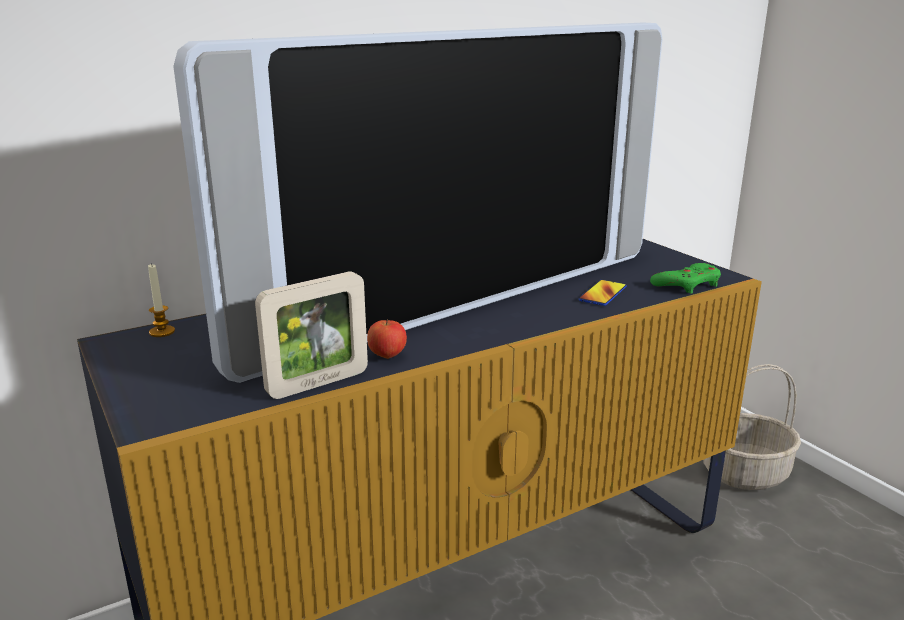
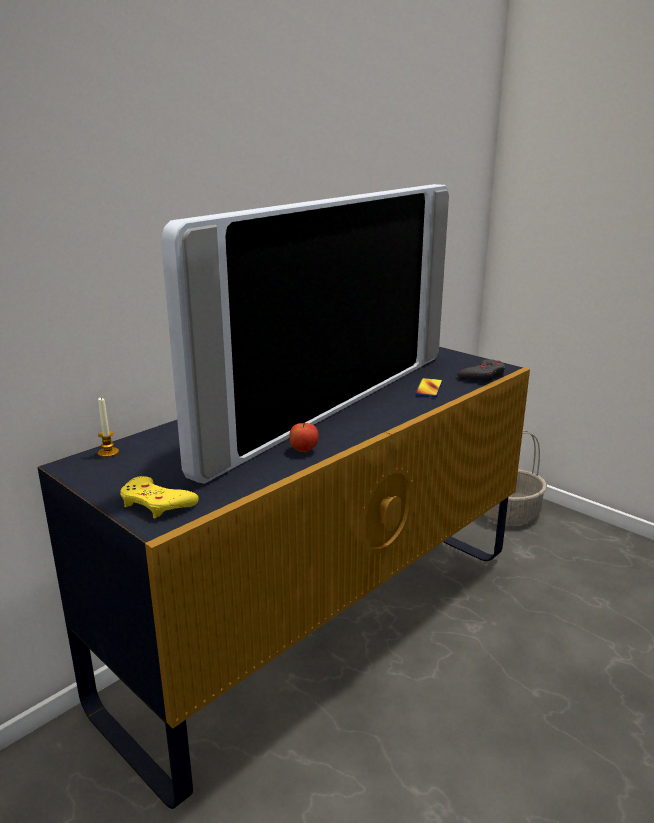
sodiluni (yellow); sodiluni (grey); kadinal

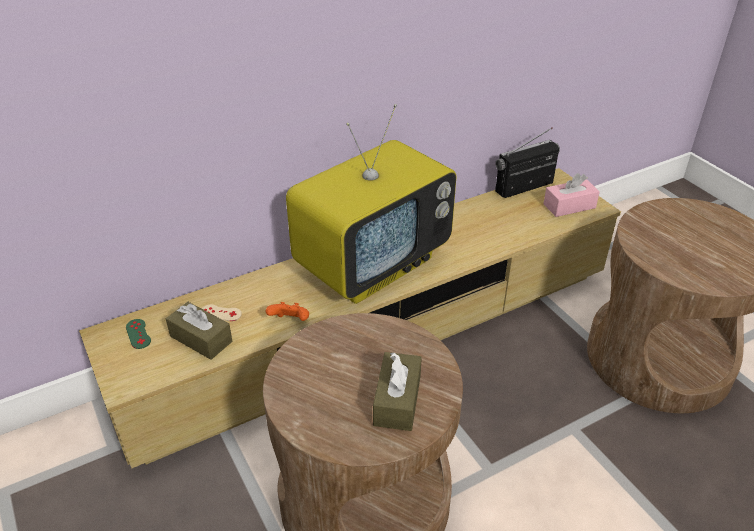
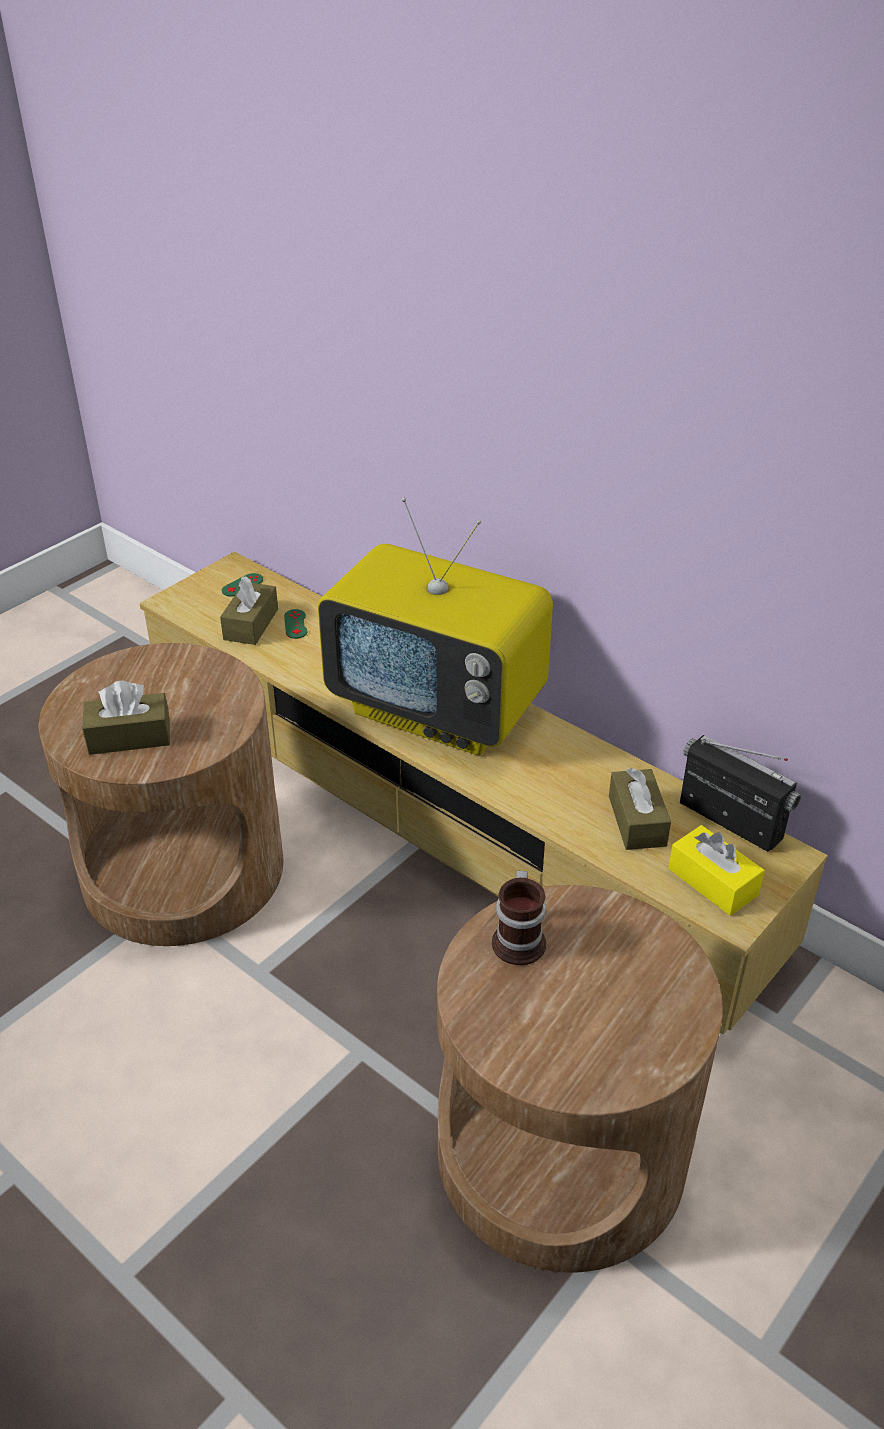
sodiluni (green) (2nd from left); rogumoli; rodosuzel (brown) (3rd from left); rodosuzel (yellow); sodiluni (orange)

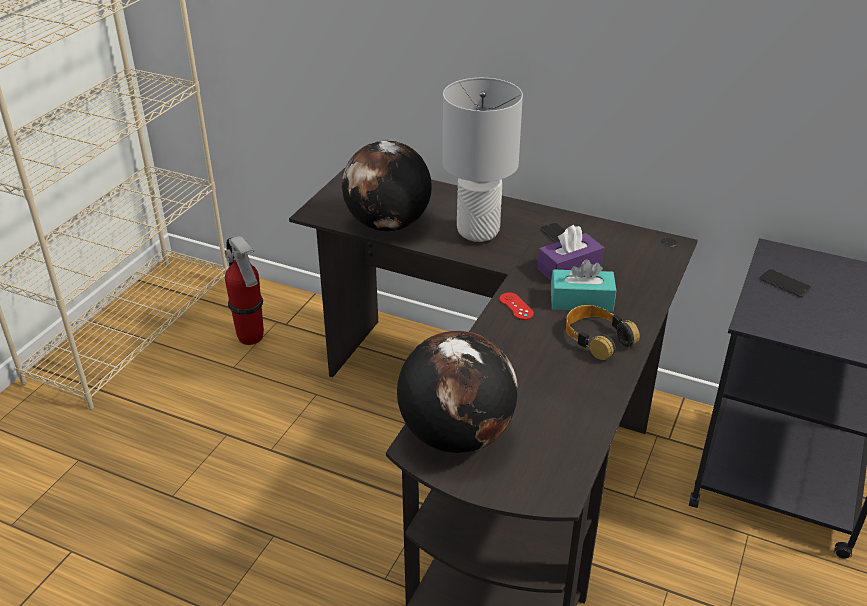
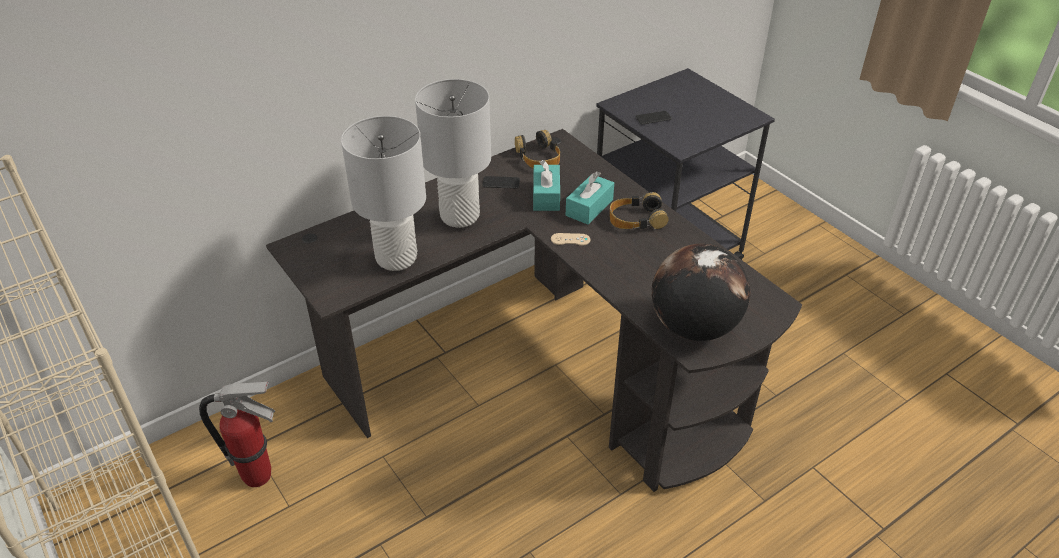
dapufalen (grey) (1st from left); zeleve (1st from left); rodosuzel (turquoise) (1st from left); sodiluni (beige)

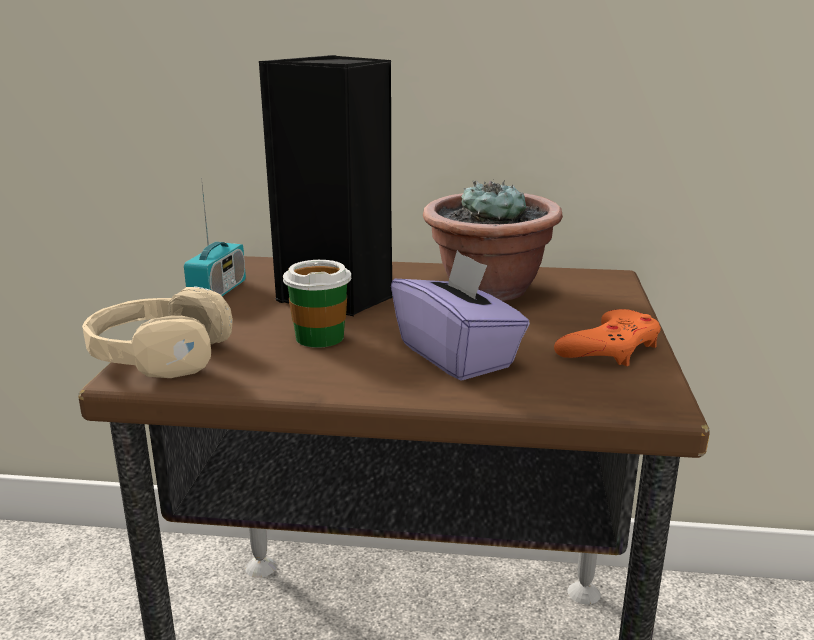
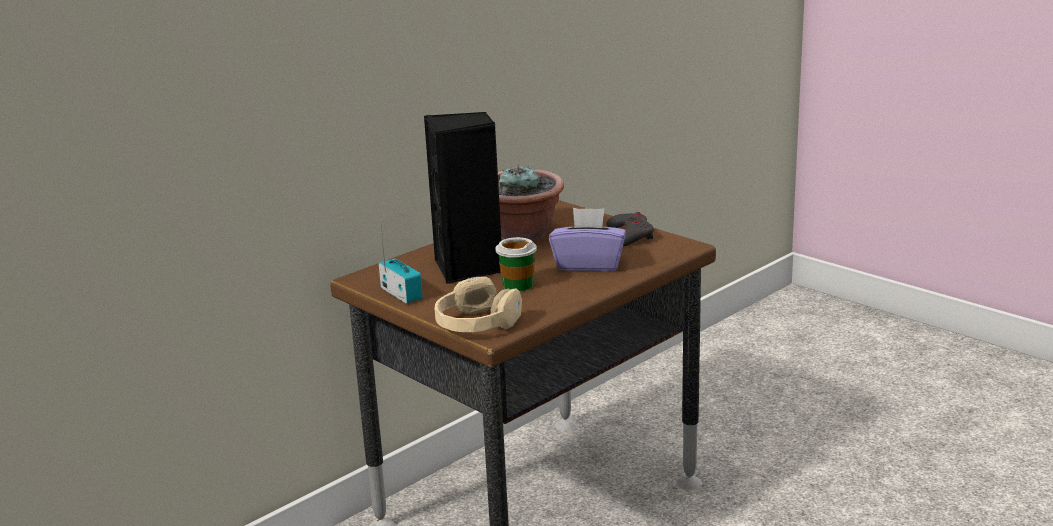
sodiluni (grey)

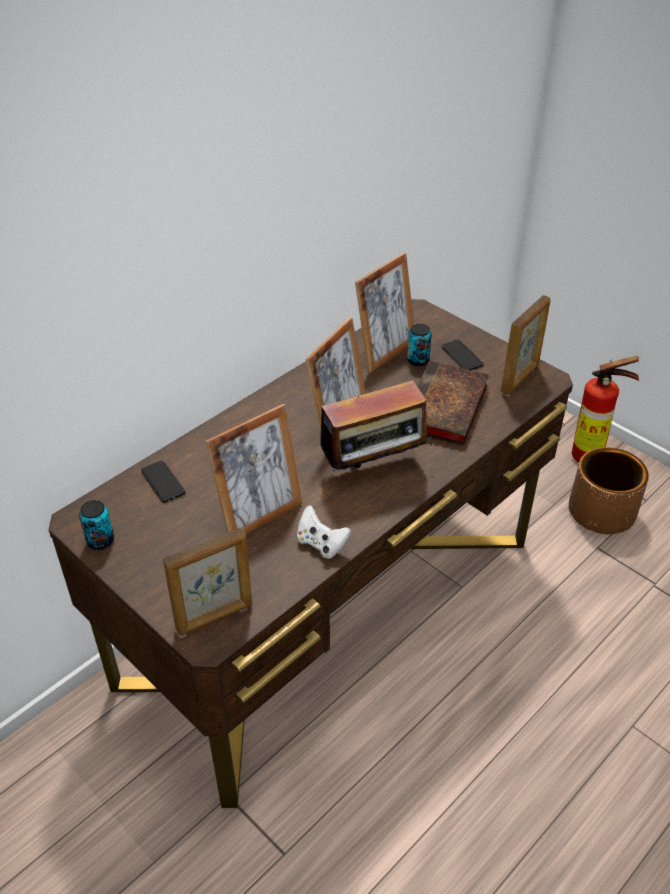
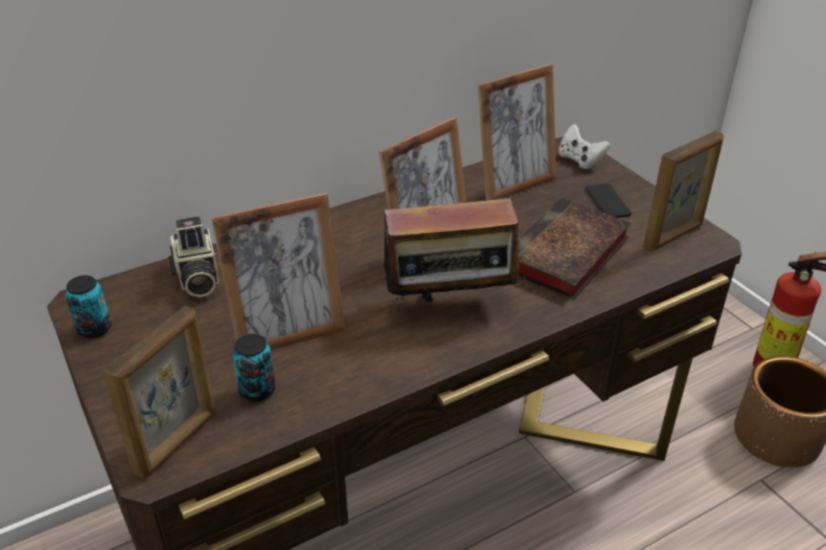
kadinal (1st from left); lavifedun; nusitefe (2nd from left); sodiluni (white)

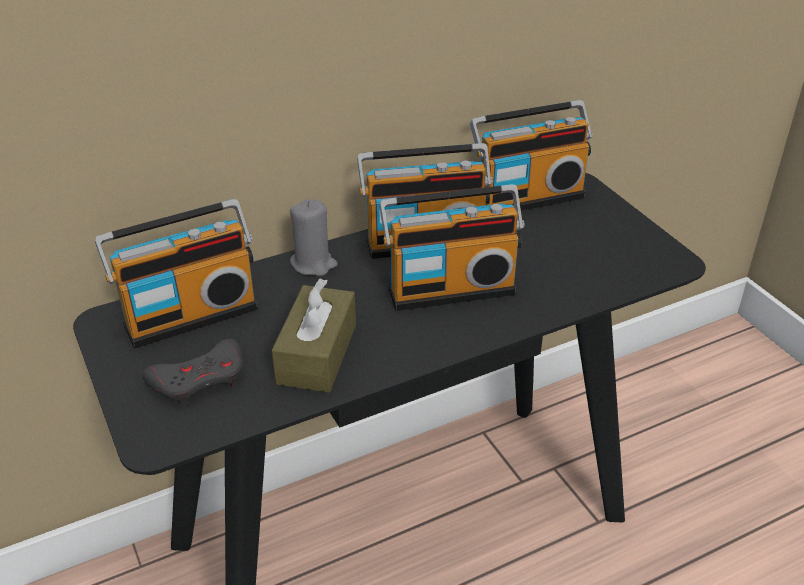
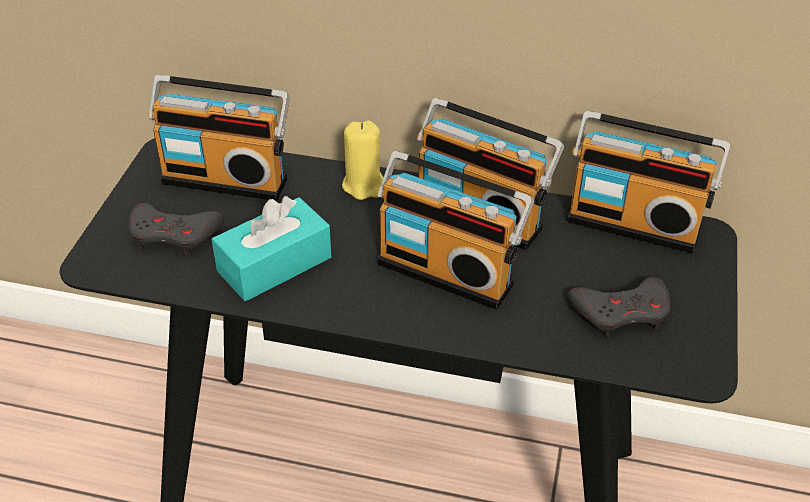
rodosuzel (turquoise); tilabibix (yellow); sodiluni (grey) (2nd from left)

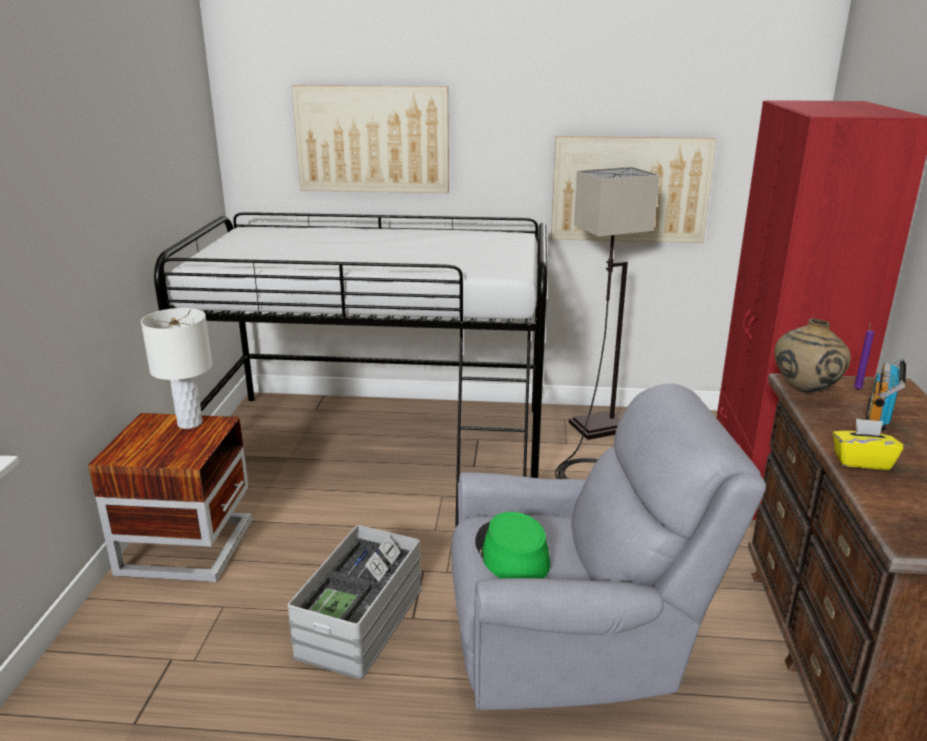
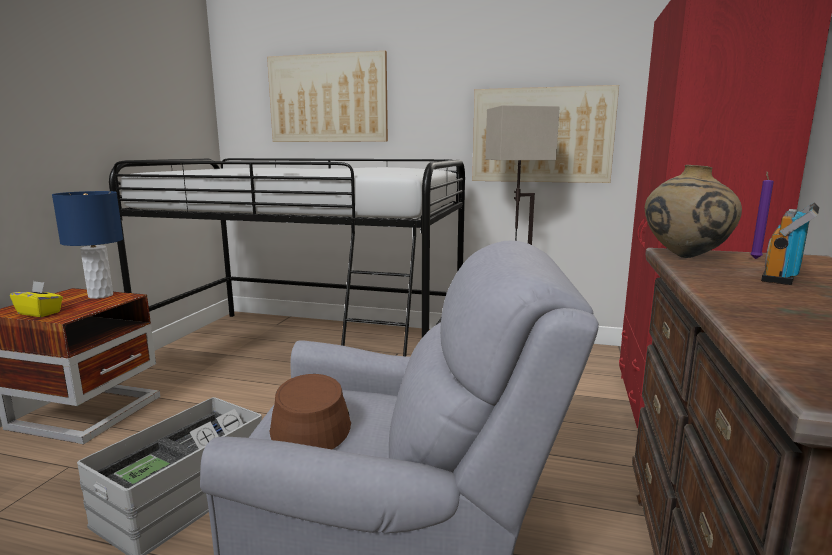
rodosuzel (yellow); dapufalen (blue); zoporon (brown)

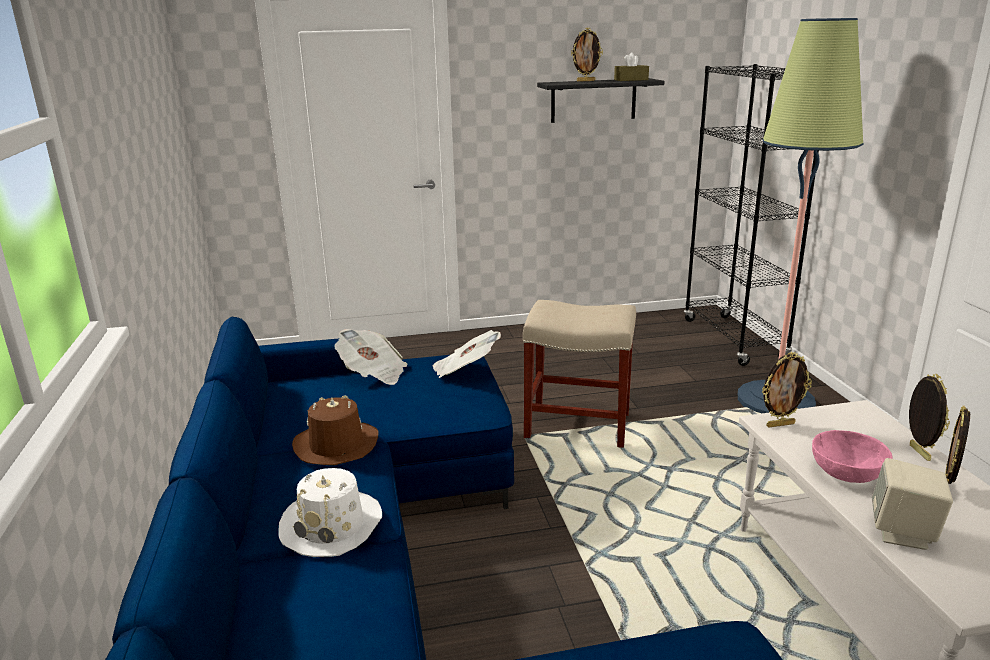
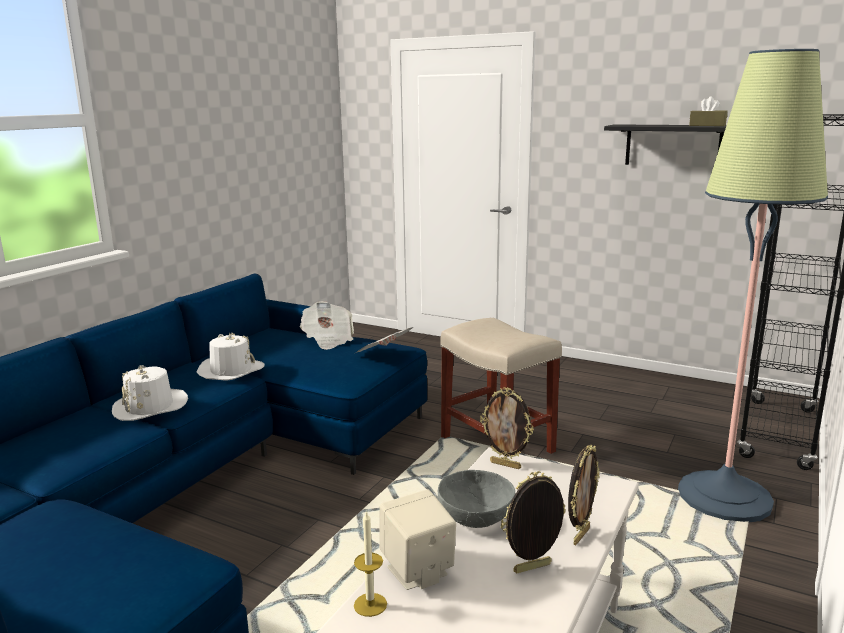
zoporon (white) (2nd from left); tilabibix; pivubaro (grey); kadinal (1st from left in the first image)

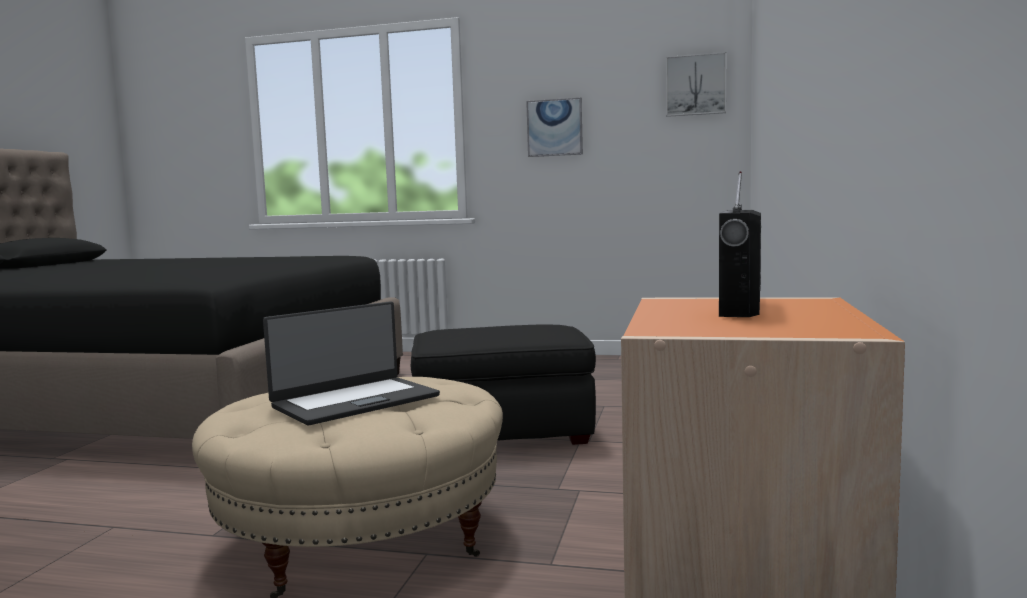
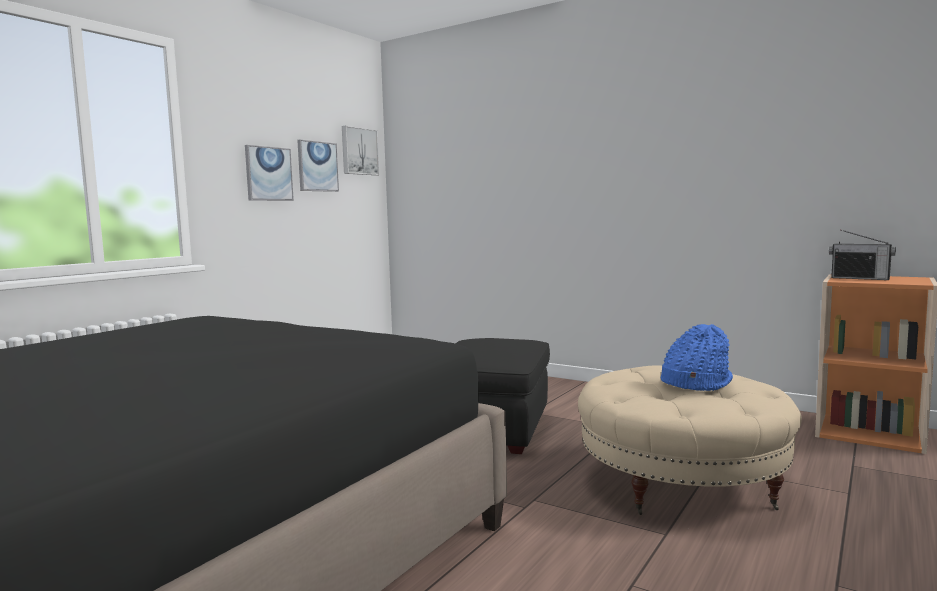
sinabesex (2nd from left); zoporon (blue)

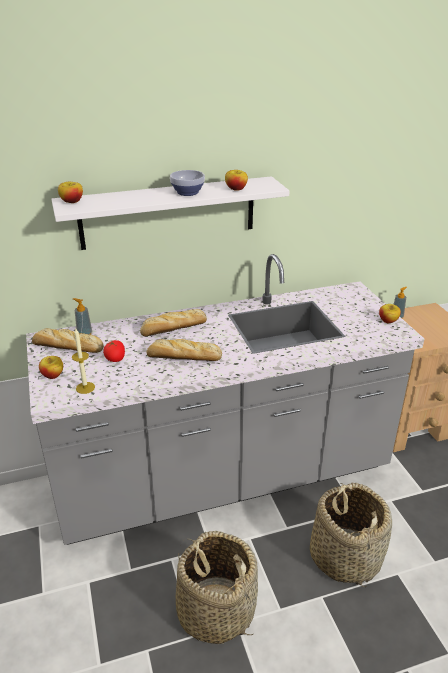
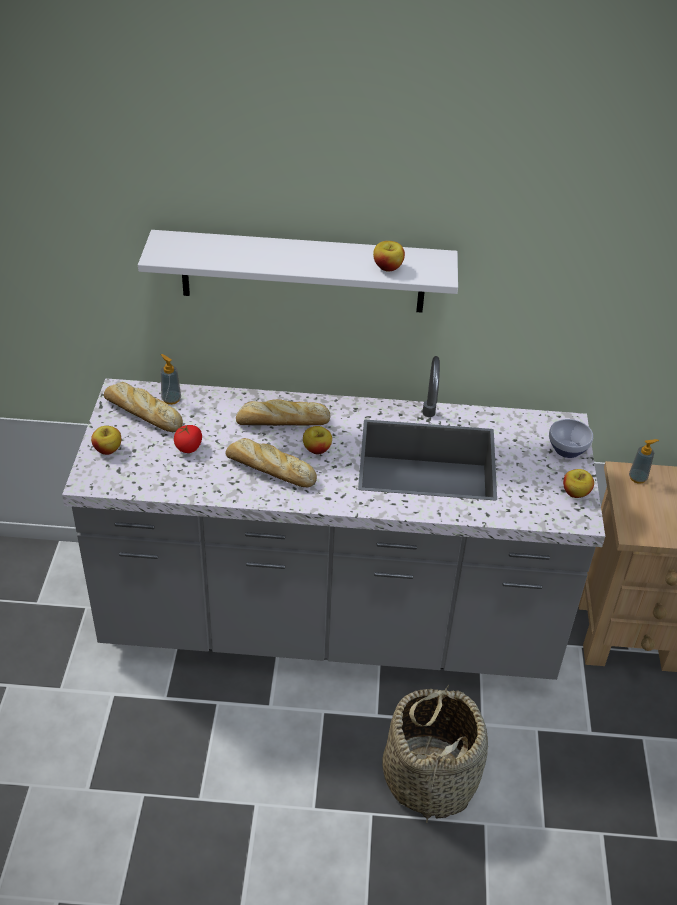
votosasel (2nd from left); pivubaro; tilabibix; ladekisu (1st from left in the first image)

